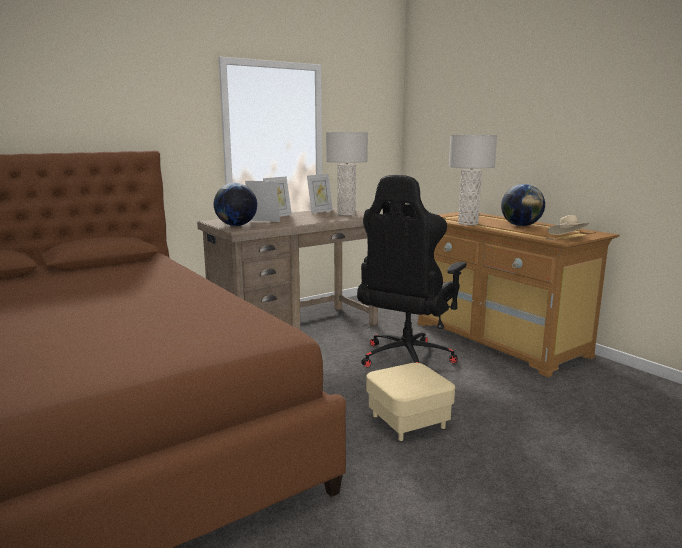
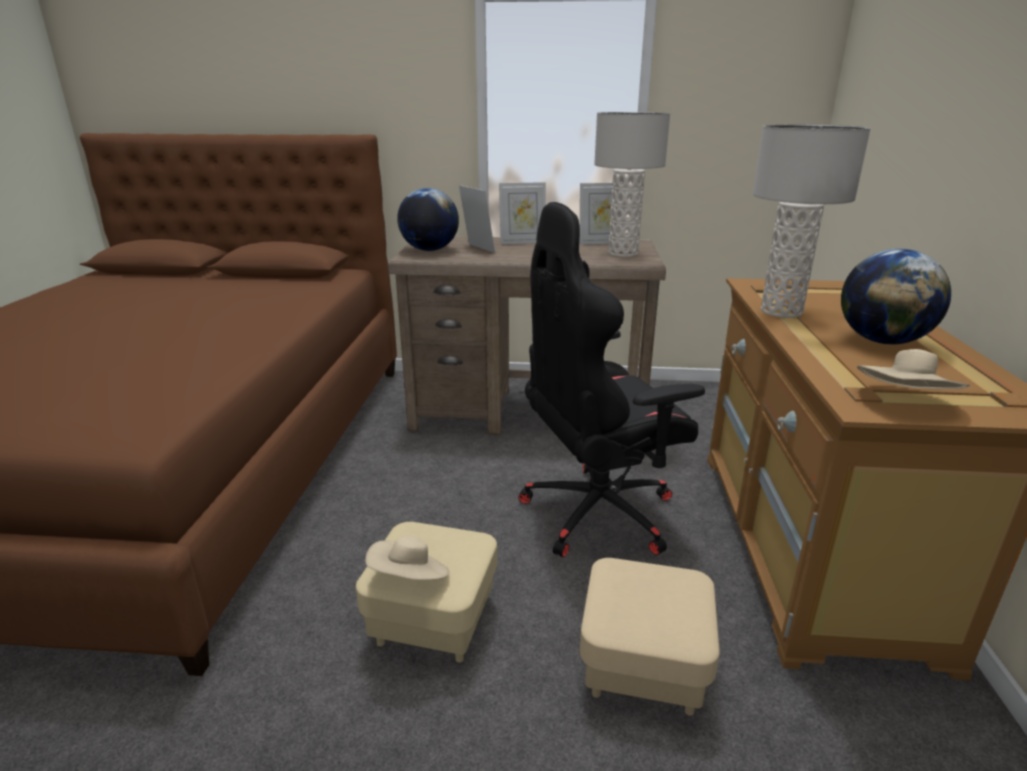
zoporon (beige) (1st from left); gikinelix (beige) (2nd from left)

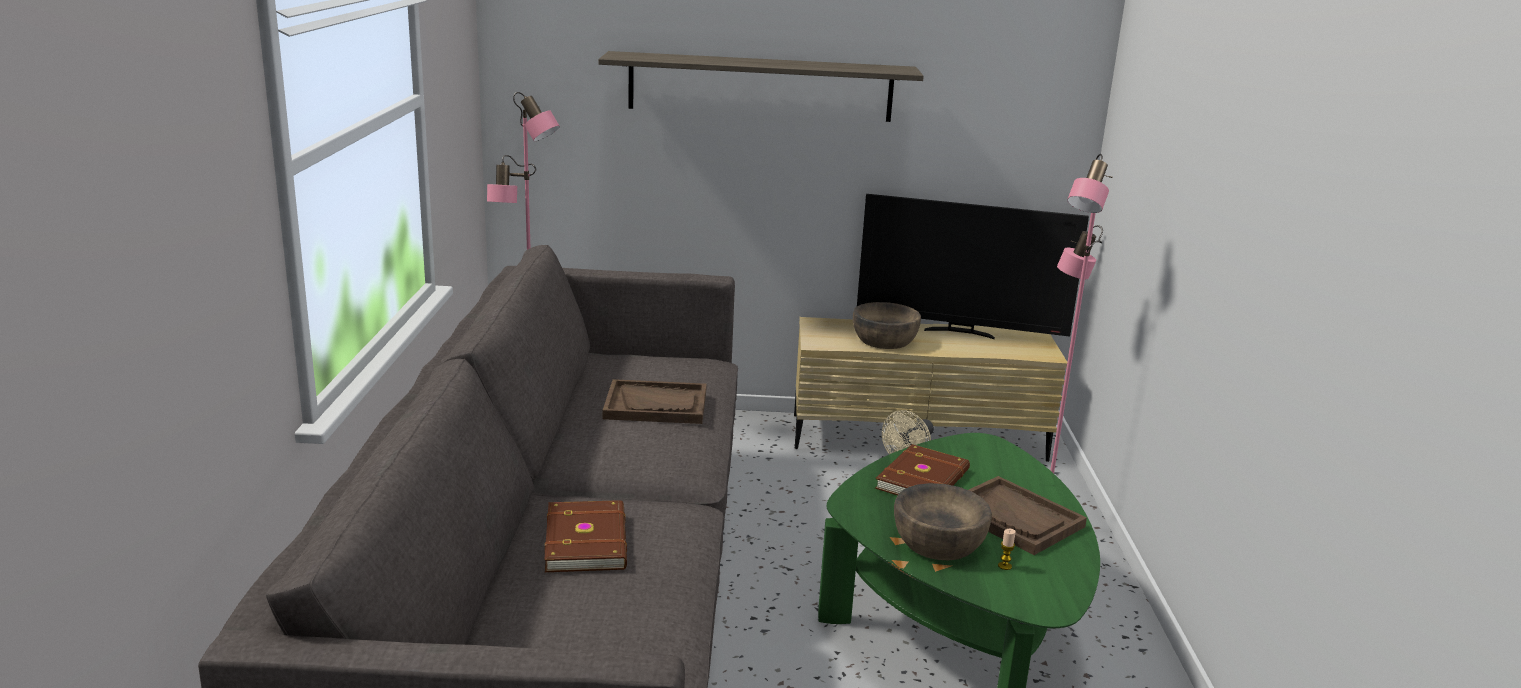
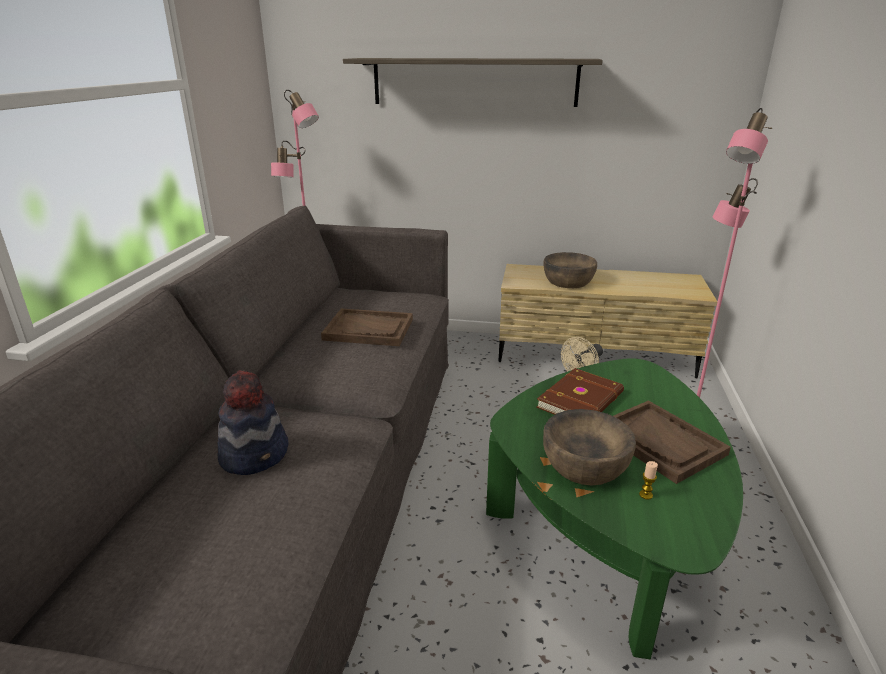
zoporon; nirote

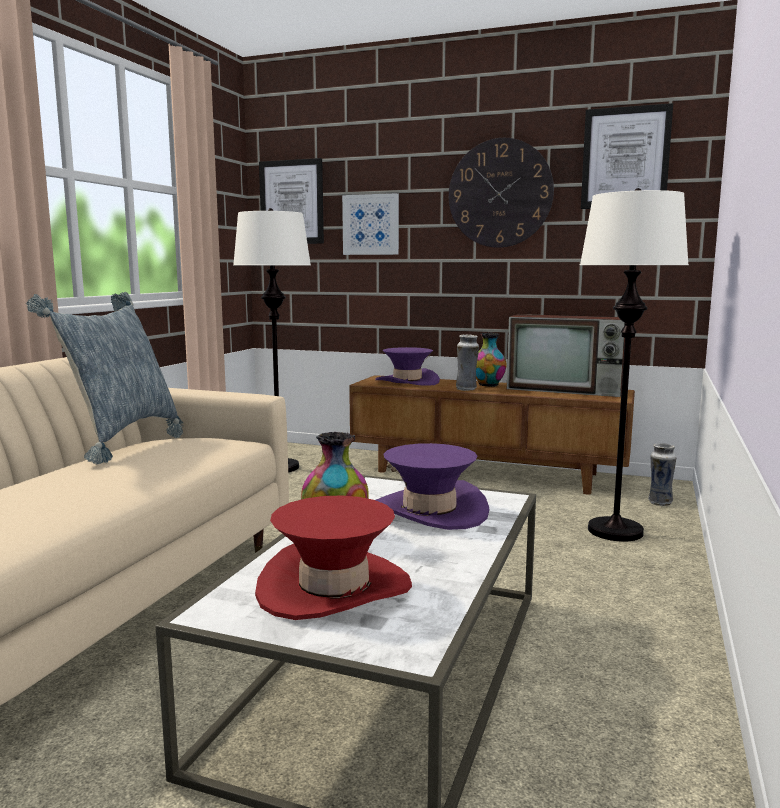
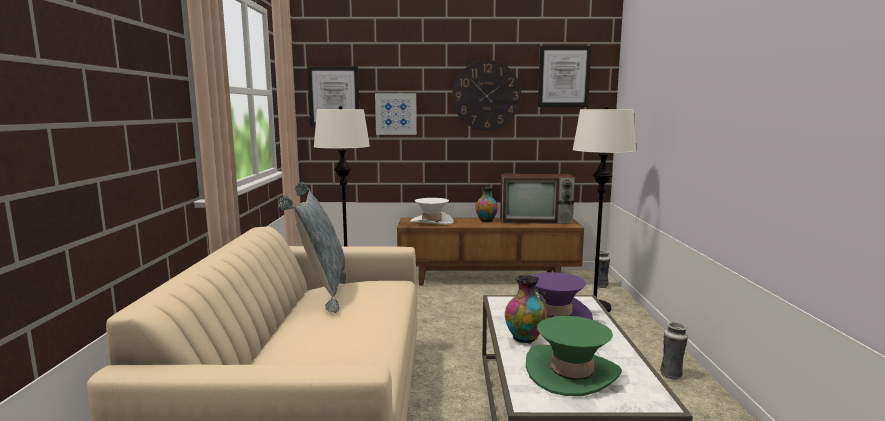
zoporon (white); zoporon (green); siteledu (4th from left)

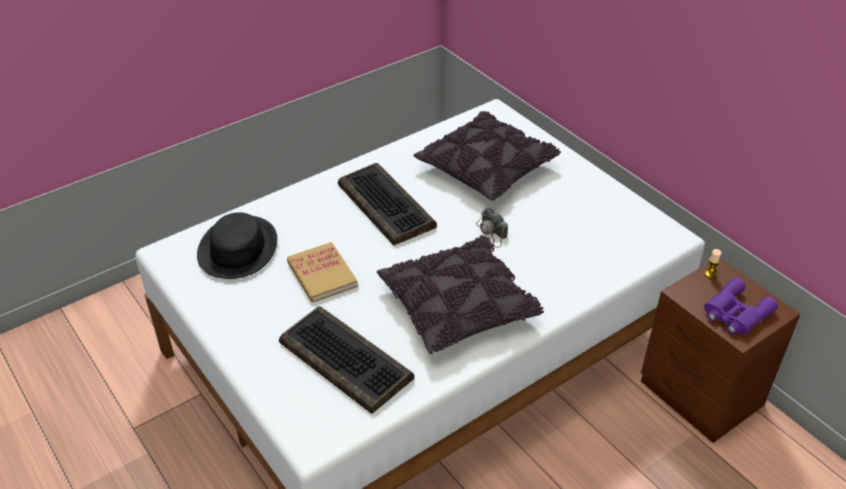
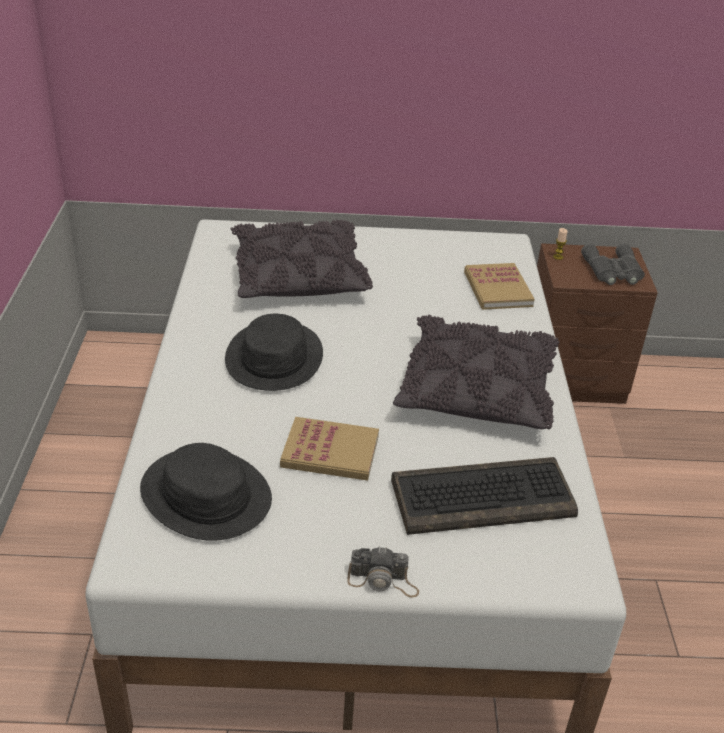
zoporon (black) (2nd from left); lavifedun; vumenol (2nd from left); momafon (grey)

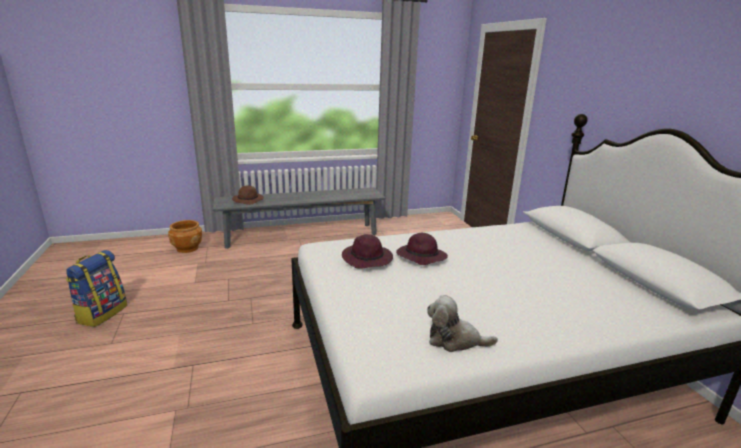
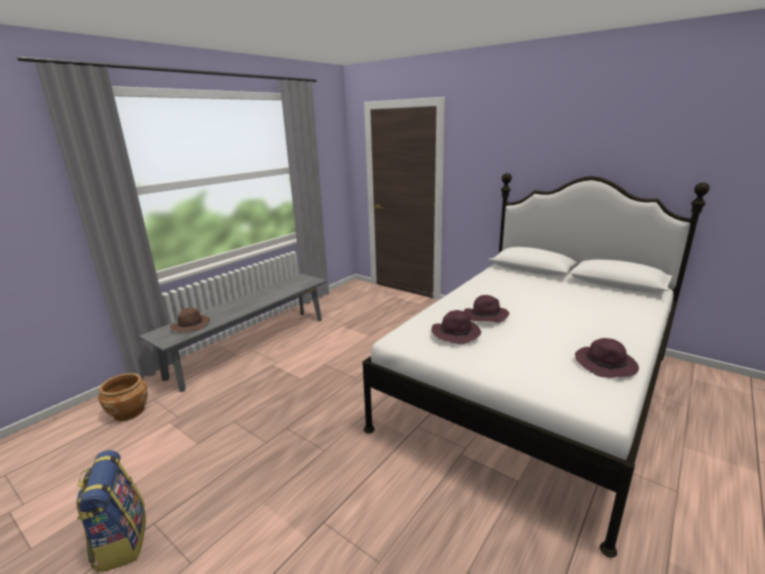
zoporon (purple) (3rd from left)

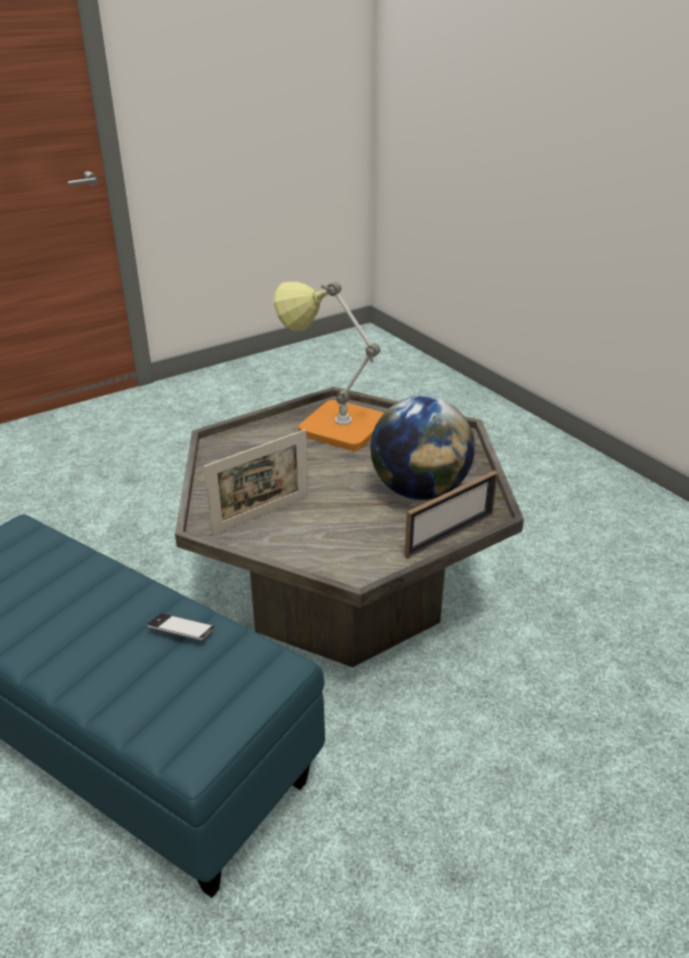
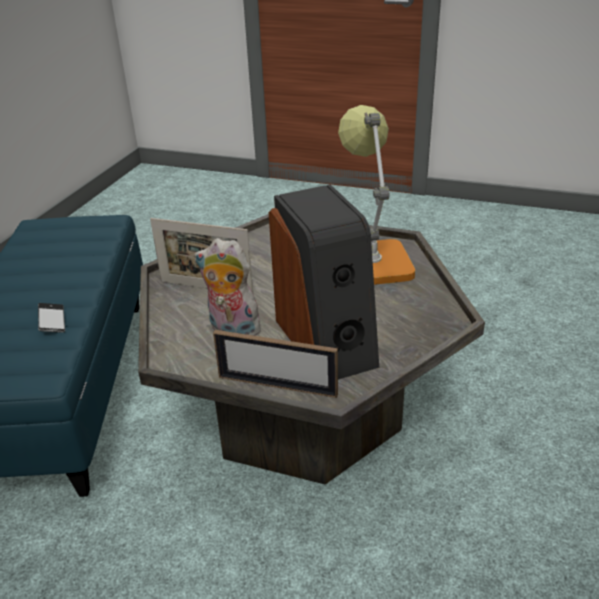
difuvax; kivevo

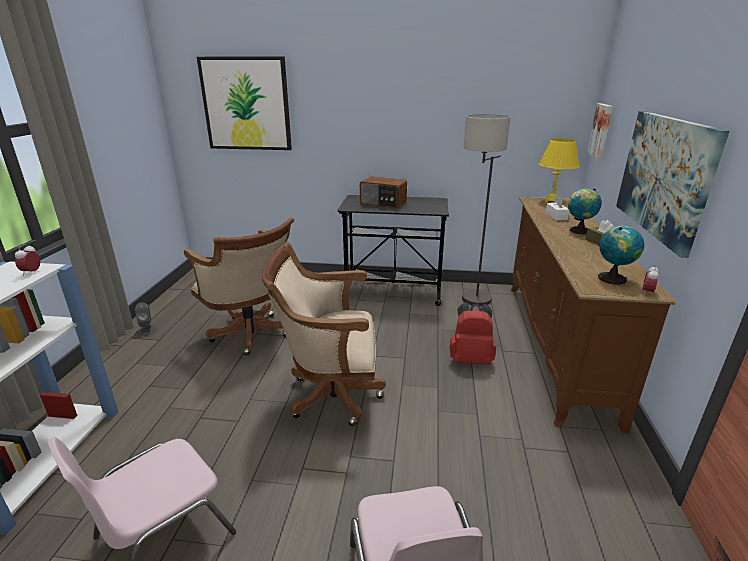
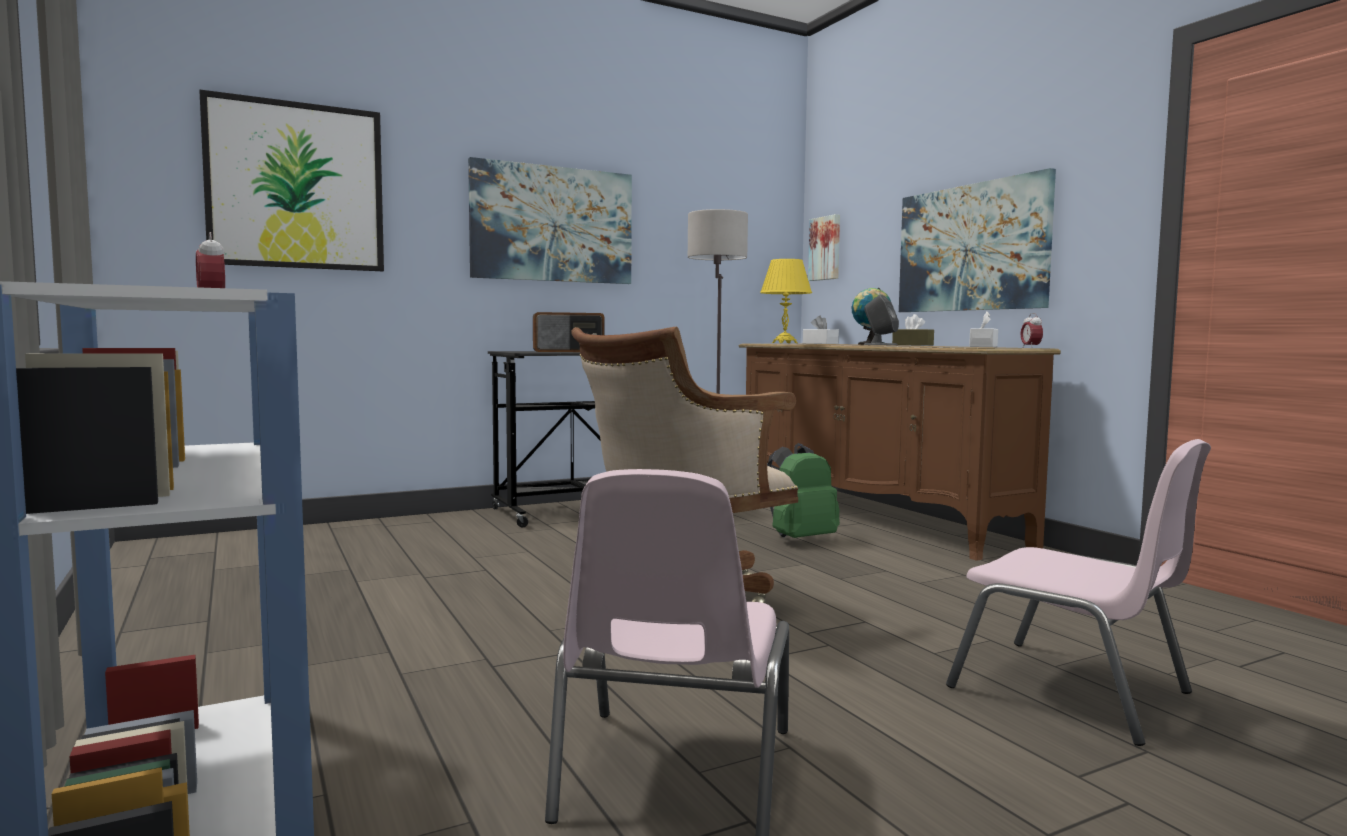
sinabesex (2nd from left); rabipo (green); kivevo (grey); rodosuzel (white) (2nd from left); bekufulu (1st from left in the first image)

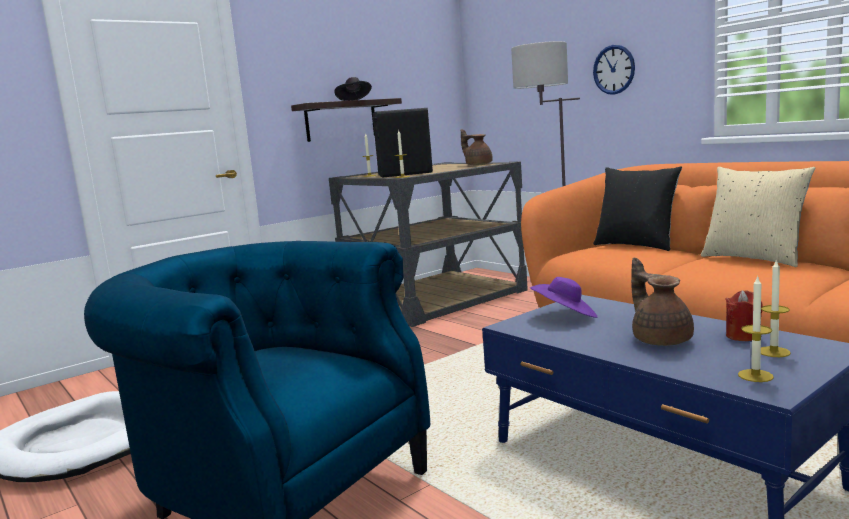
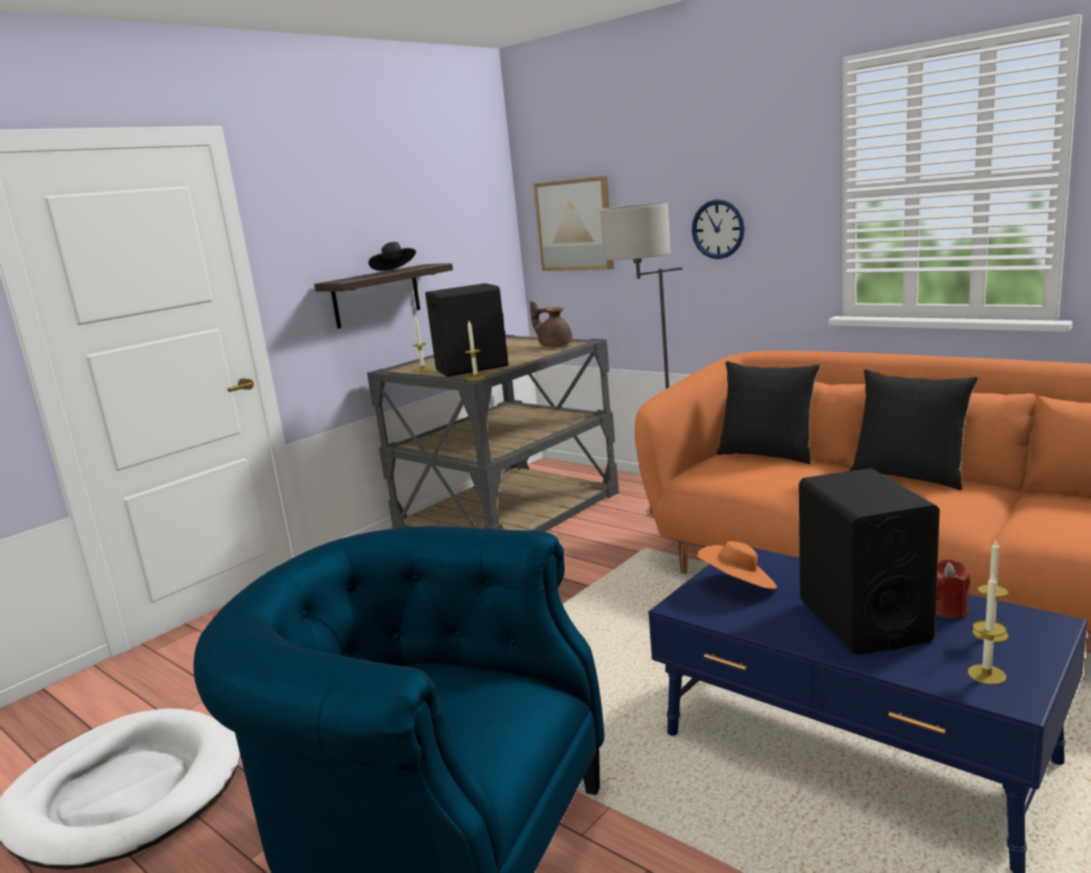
sinabesex; zoporon (orange); kivevo (black) (2nd from left); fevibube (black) (2nd from left)

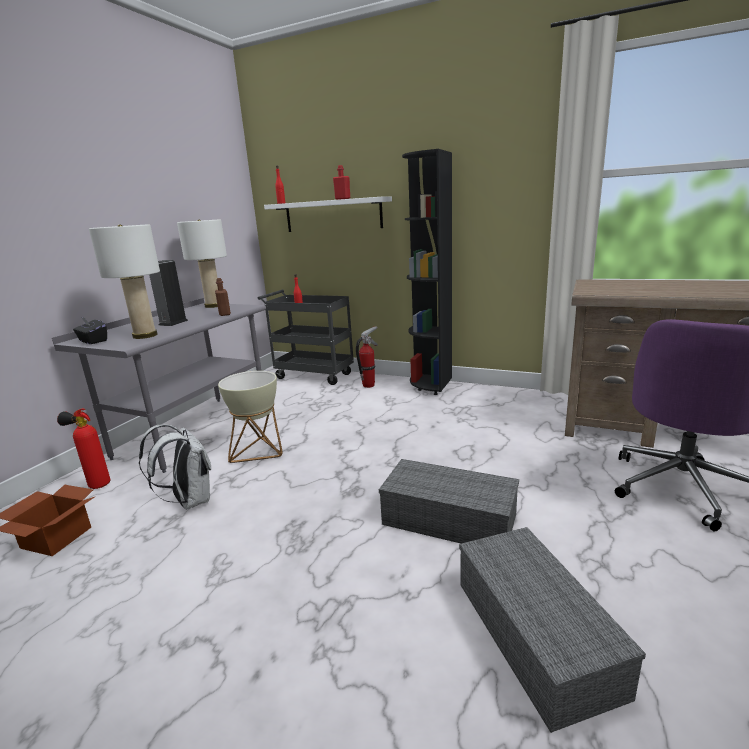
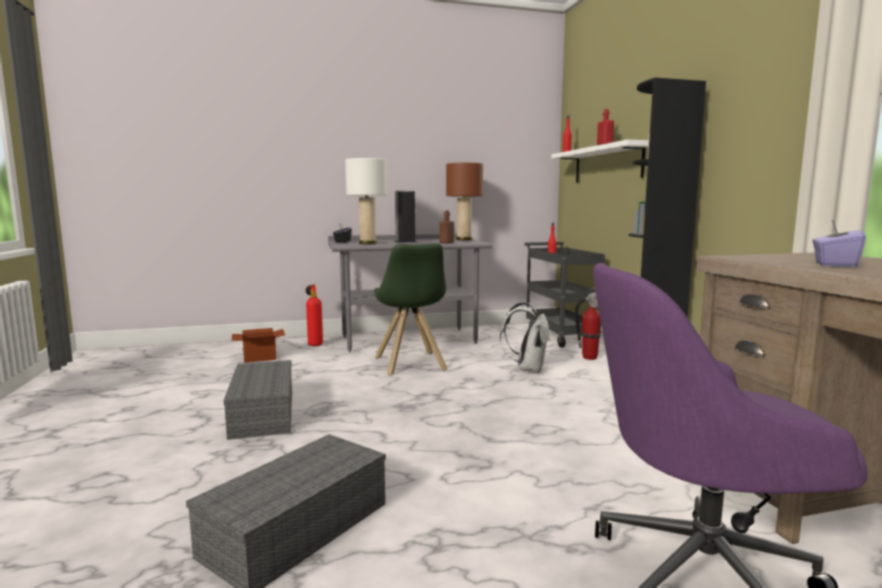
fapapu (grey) (1st from left); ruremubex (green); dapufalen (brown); rabipo (white); rodosuzel (purple)

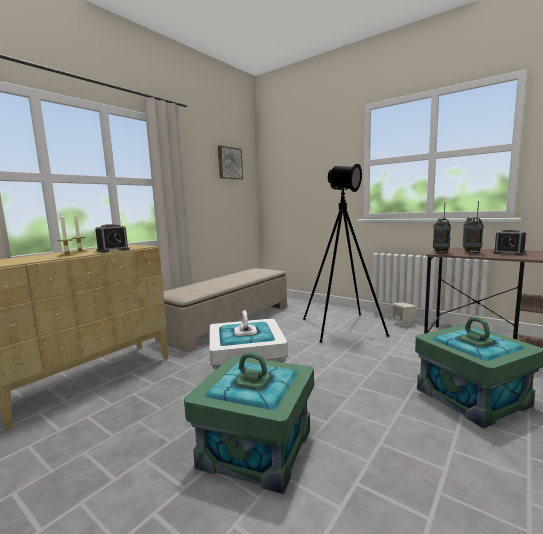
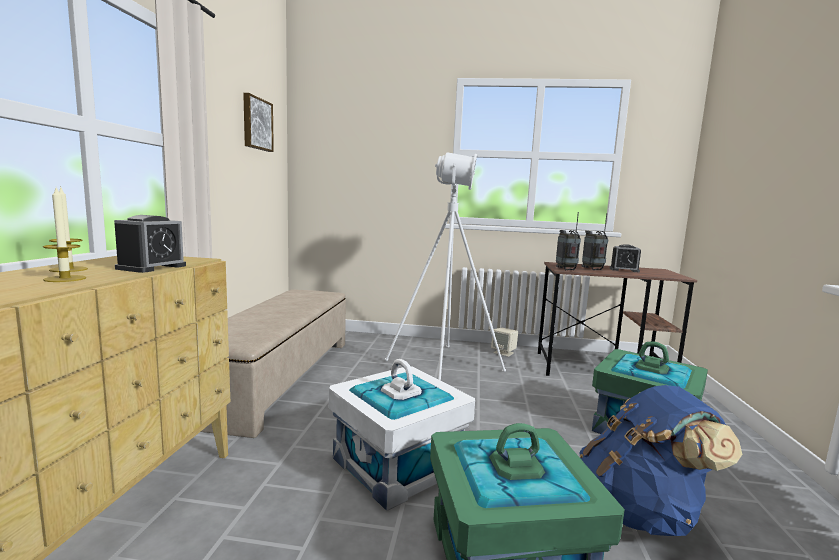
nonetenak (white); rabipo (blue)

